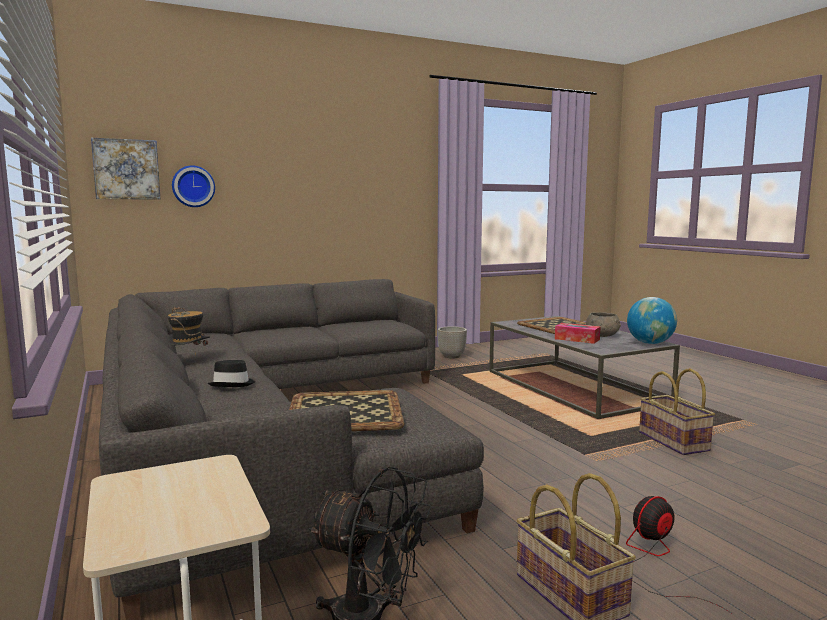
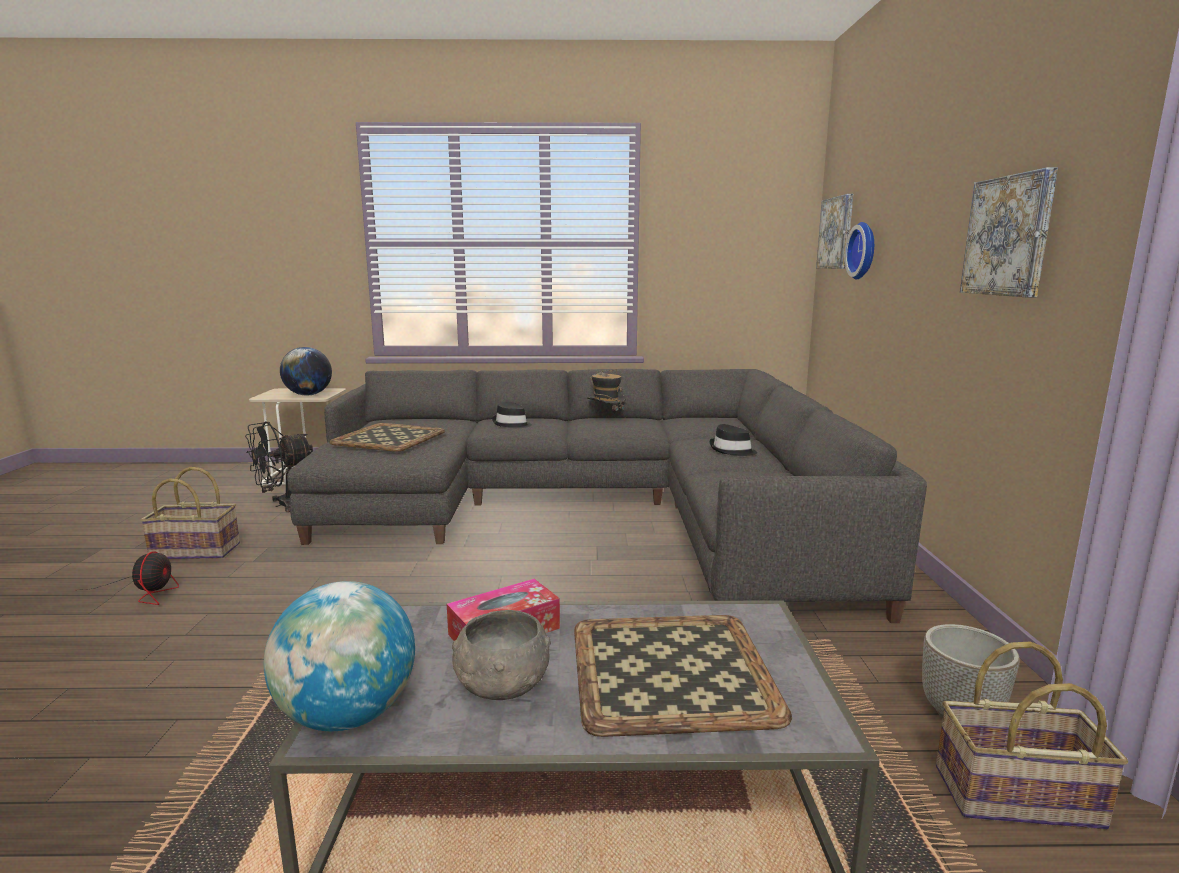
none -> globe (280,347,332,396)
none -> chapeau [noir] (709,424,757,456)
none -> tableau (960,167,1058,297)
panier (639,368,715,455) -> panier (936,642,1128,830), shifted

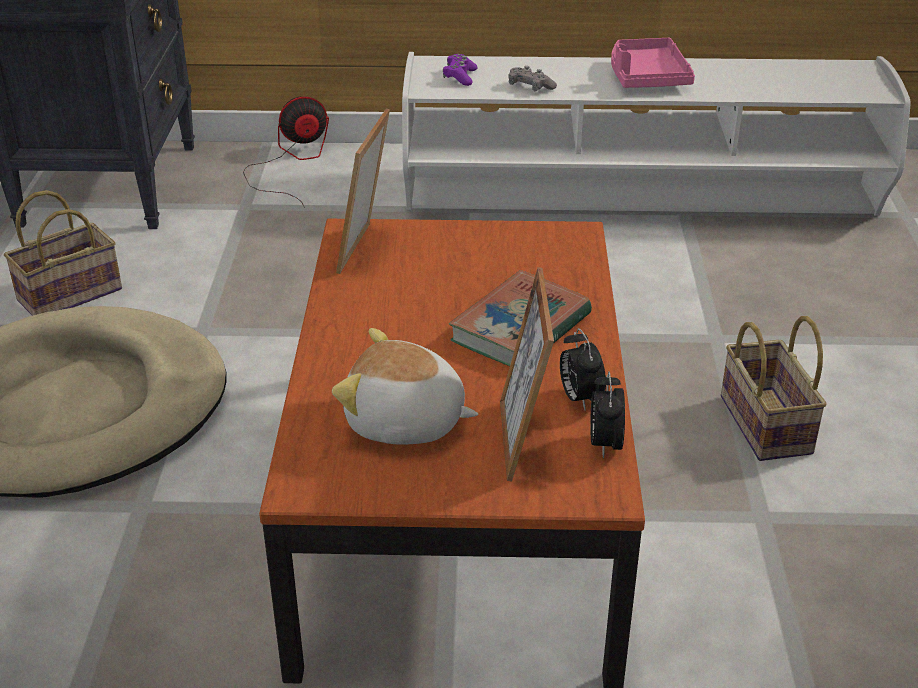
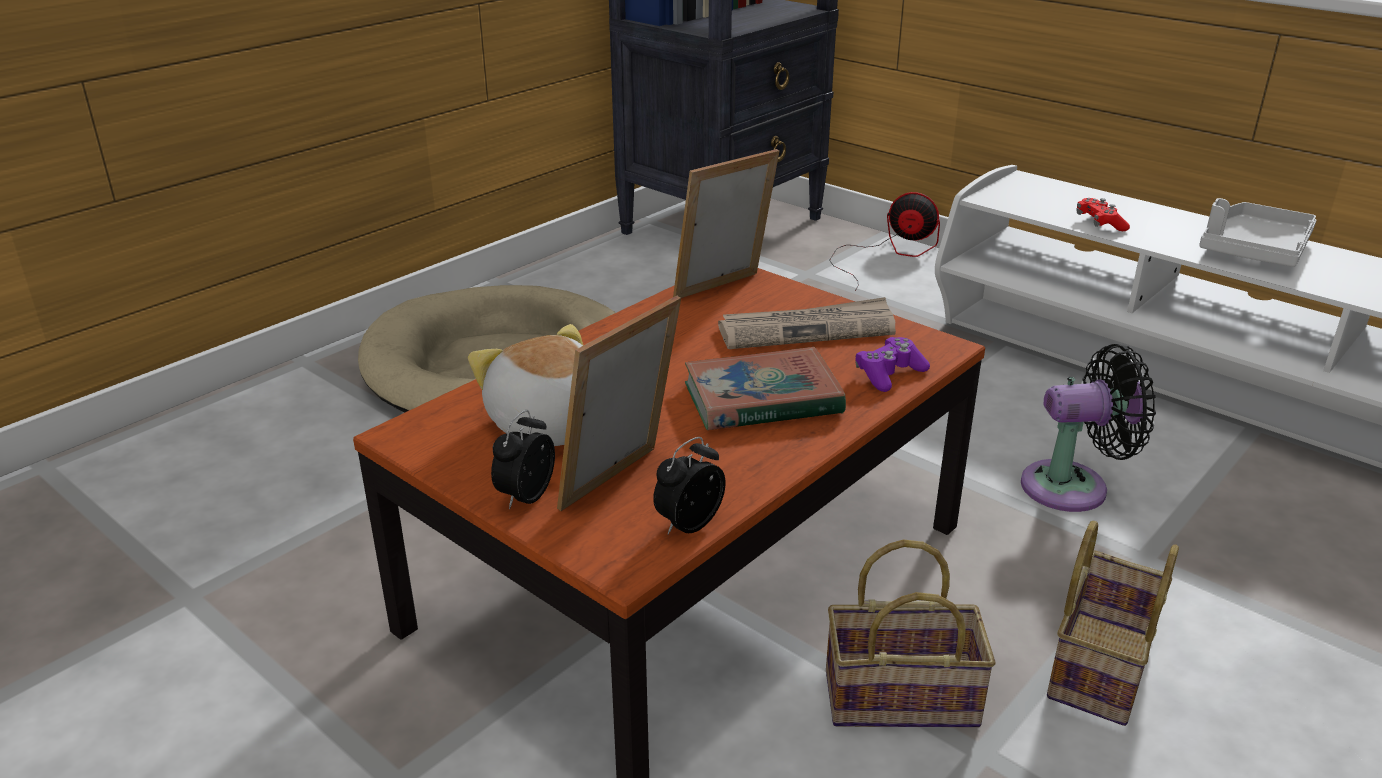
none -> journal (718,297,896,349)
none -> ventilateur [noir] (1021,344,1156,512)
panier (4,190,122,316) -> panier (826,539,996,727), shifted
manette [violet] (443,54,477,86) -> manette [violet] (856,337,930,392), shifted
réveil (560,328,606,411) -> réveil (491,410,555,509), shifted
manette [gris] (508,66,557,92) -> manette [rouge] (1077,198,1130,231)
plateau [rose] (611,38,695,88) -> plateau [gris] (1199,198,1317,267)

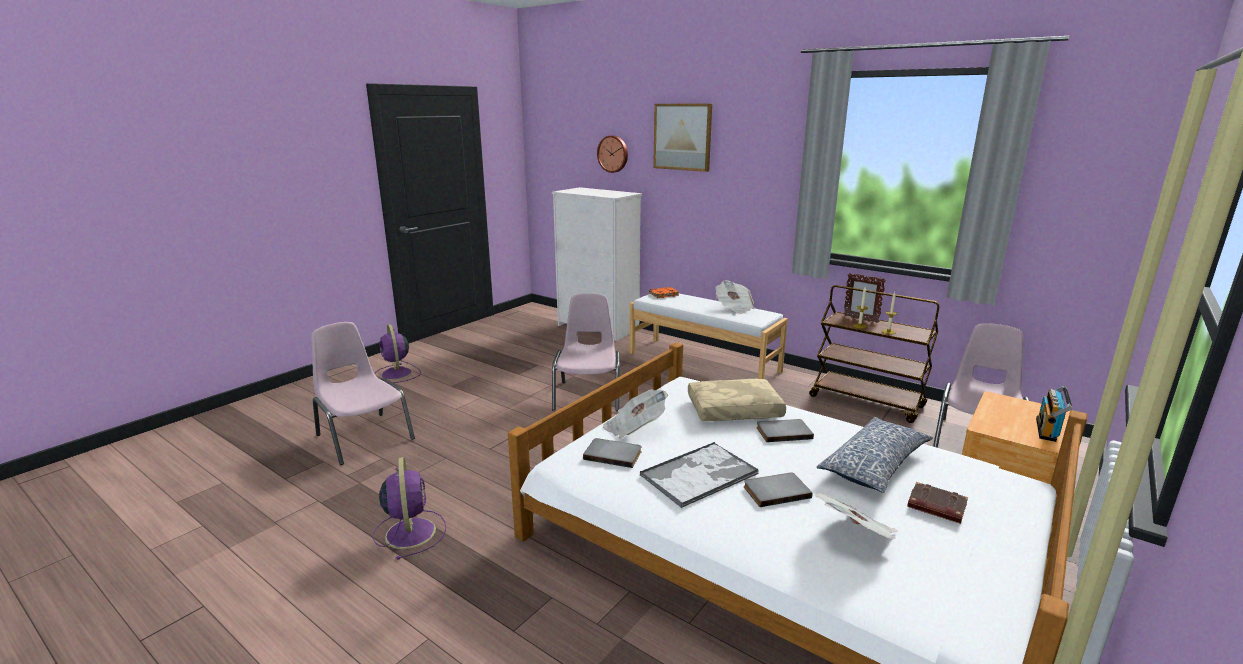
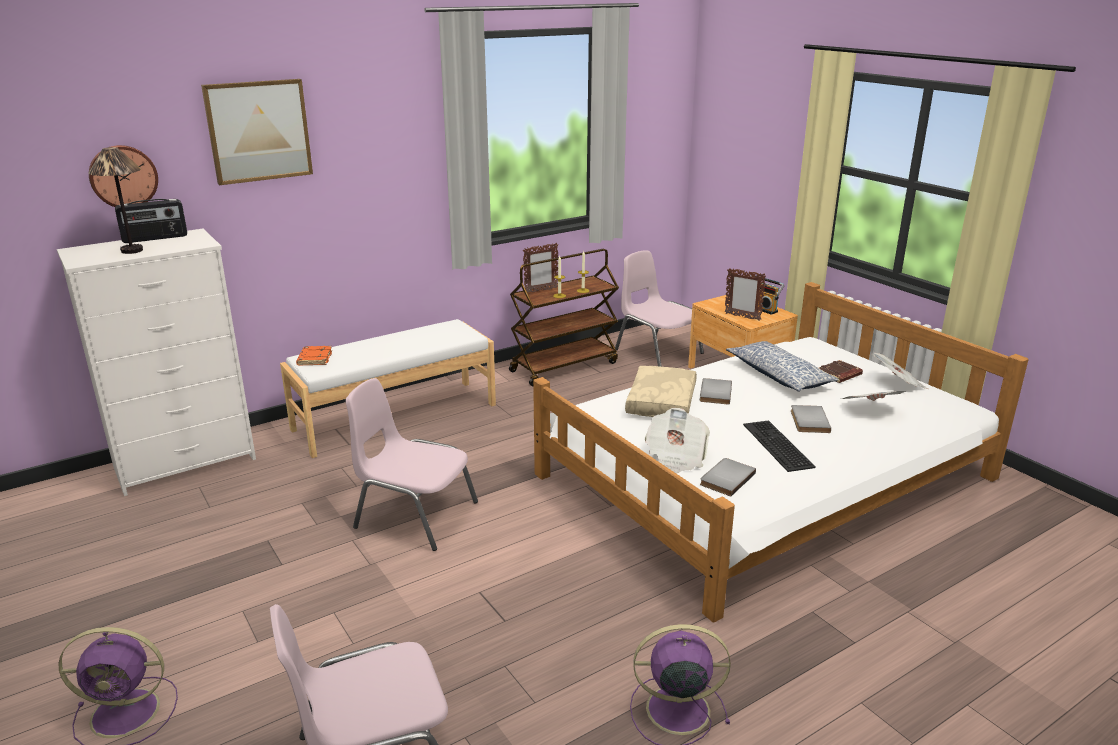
none -> lampe de table (88,147,143,254)
none -> radio (115,199,187,243)
none -> cadre photo (725,268,766,321)
journal (715,280,755,315) -> journal (872,353,929,389), shifted
plateau (640,442,758,508) -> clavier (743,420,816,472)

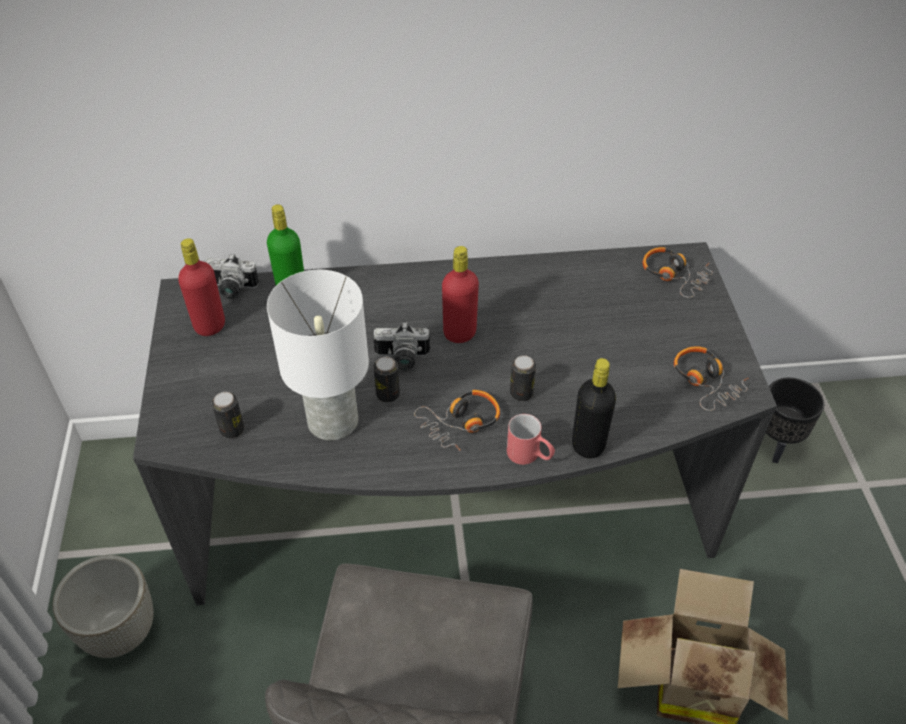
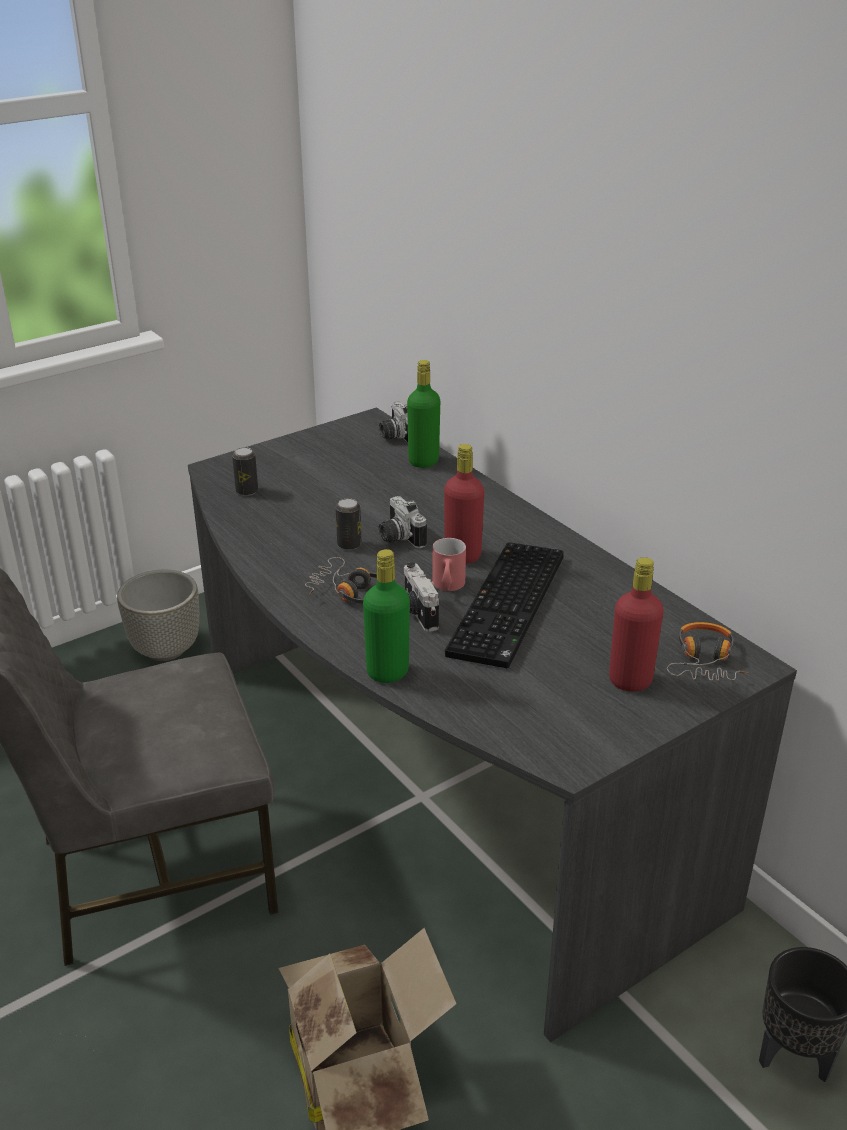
lampe de table [blanc] (267,270,369,441) -> none
casque audio (674,346,749,411) -> none
none -> clavier (445,542,564,668)
bouteille [rouge] (178,238,225,336) -> bouteille [rouge] (609,557,664,692), shifted
mug [rouge] (507,414,555,465) -> mug [rouge] (432,538,466,591), shifted
boîte métallique (510,355,536,401) -> appareil photo (404,562,439,632)
bouteille [noir] (572,358,616,458) -> bouteille [vert] (363,549,410,683)

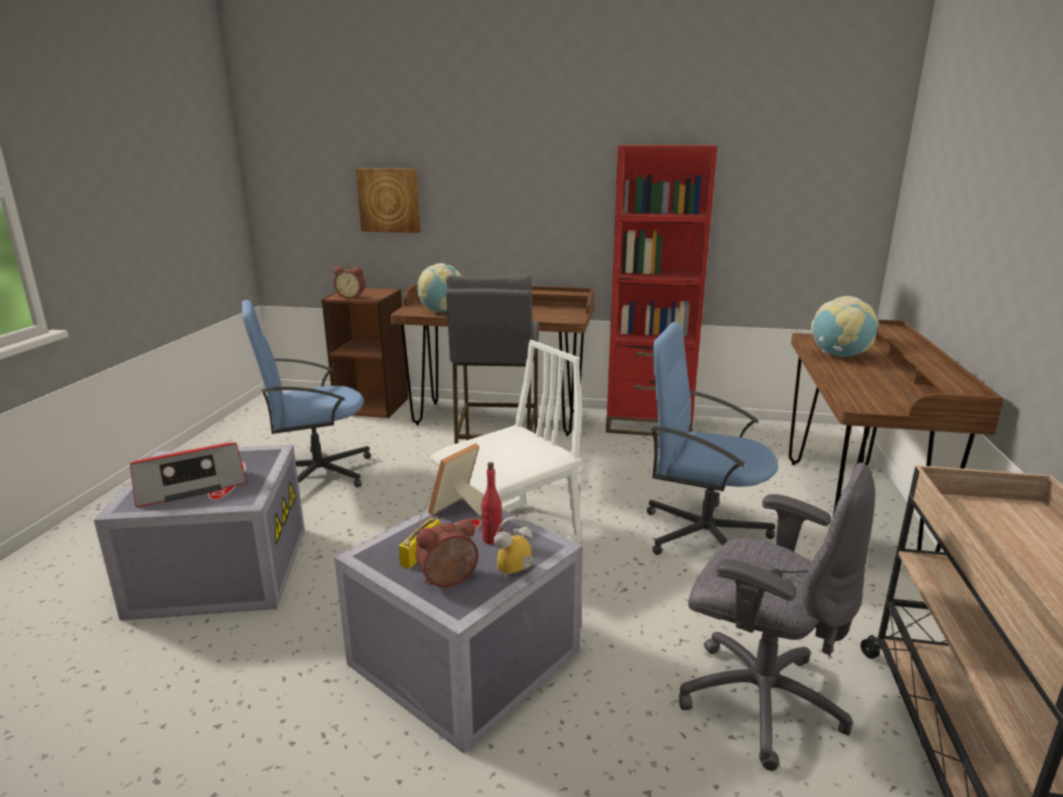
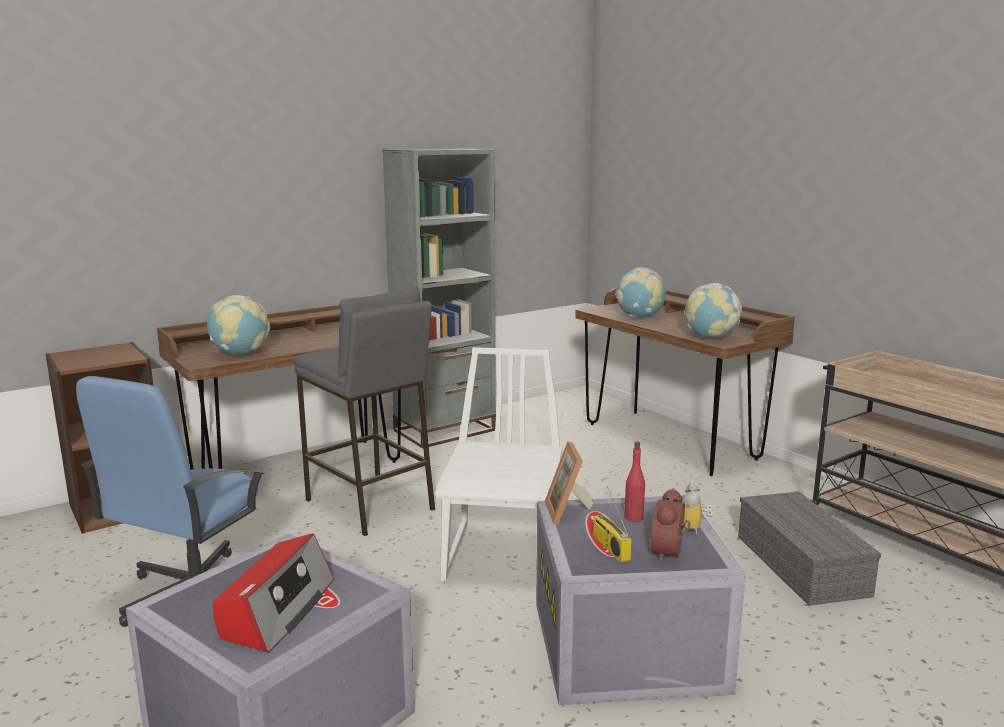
réveil (334,266,365,299) -> none
tableau (356,168,421,233) -> none
chaise de bureau [bleu] (647,322,778,555) -> none
none -> globe (685,283,742,339)
chaise de bureau [gris] (679,463,875,771) -> boîte de rangement [gris] (738,492,881,606)
bibliothèque [rouge] (606,145,717,436) -> bibliothèque [gris] (382,149,496,448)

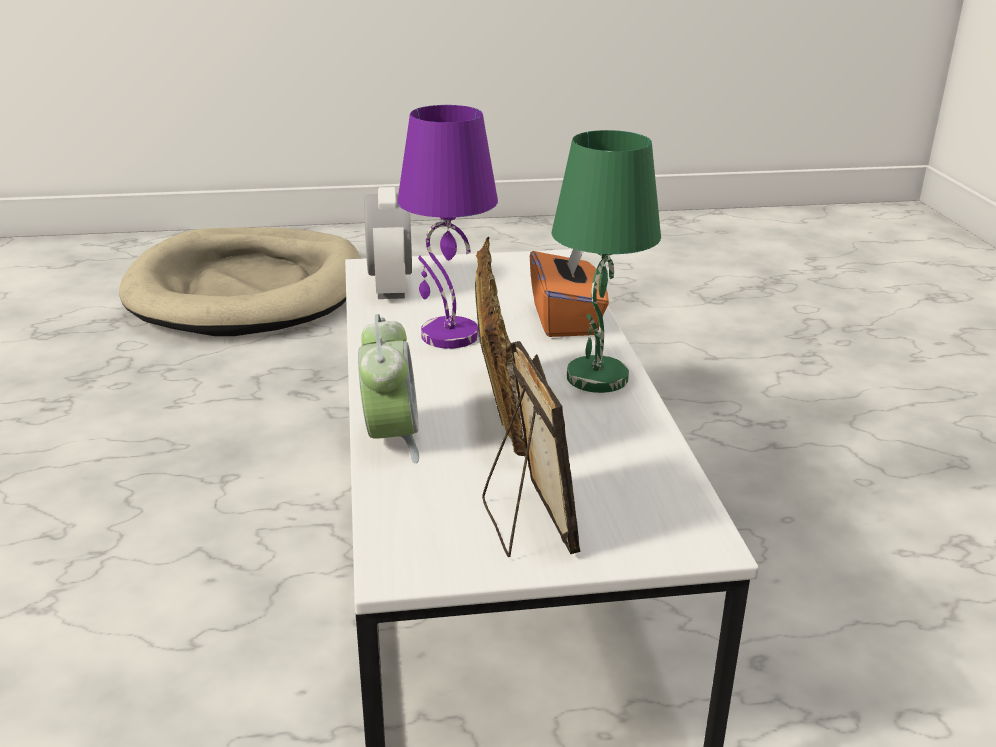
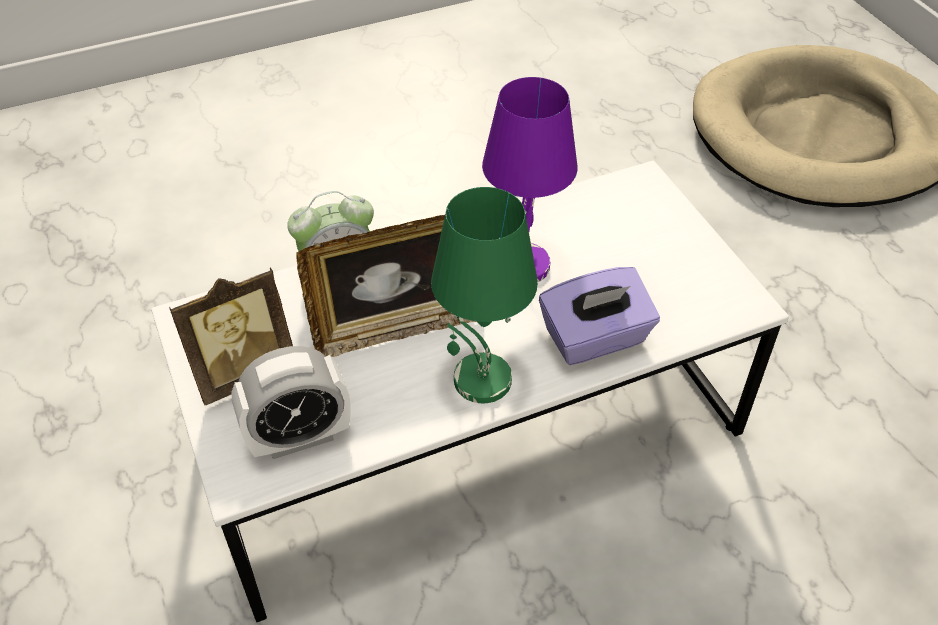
réveil (364,187,412,299) -> réveil (231,346,351,459), shifted
boîte à mouchoirs [orange] (530,249,609,337) -> boîte à mouchoirs [violet] (539,267,660,365)

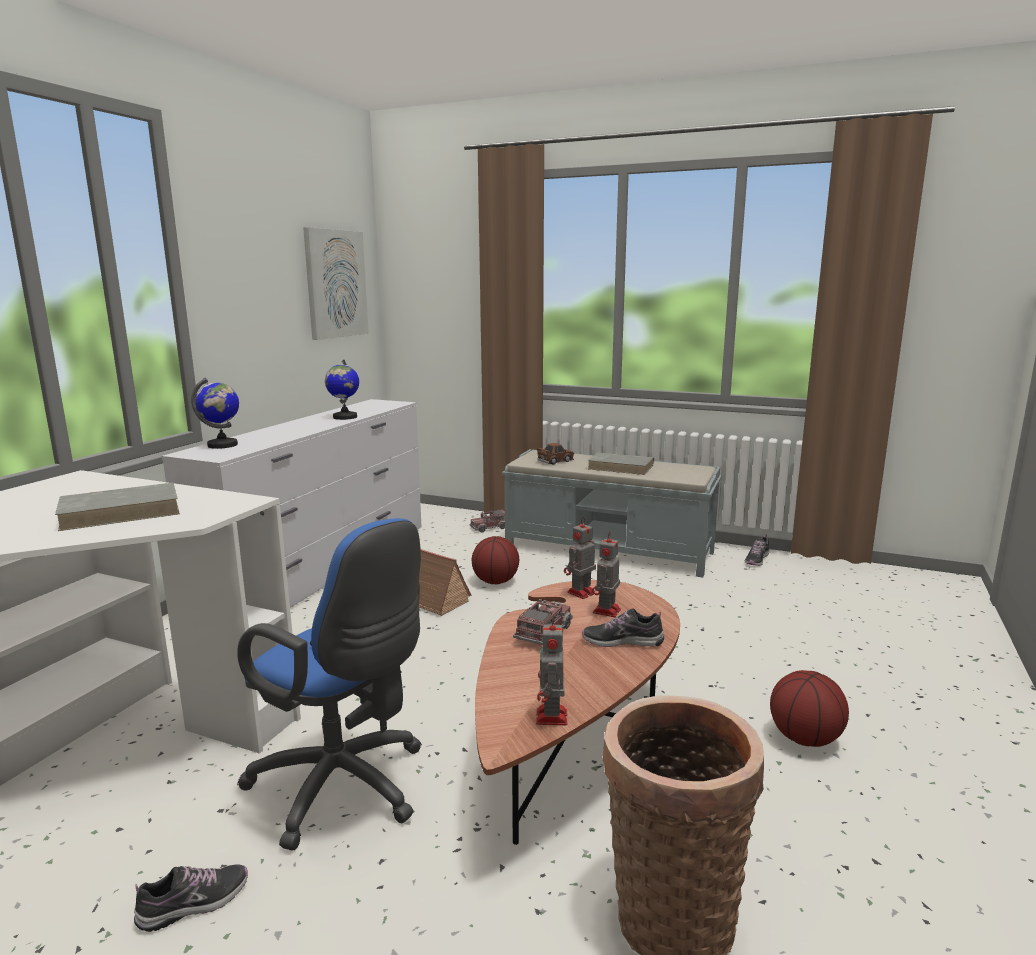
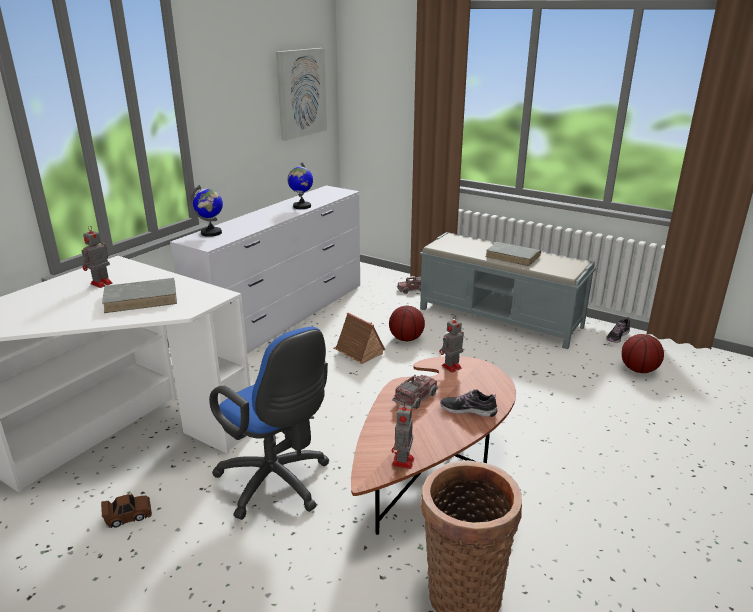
chaussure (134,864,248,932) -> none
petite voiture [marron] (537,443,574,464) -> petite voiture [marron] (101,494,152,528), shifted
robot jouet (592,531,621,617) -> robot jouet (82,225,112,288), shifted
ballon de basket (770,670,849,747) -> ballon de basket (621,334,664,373), shifted

